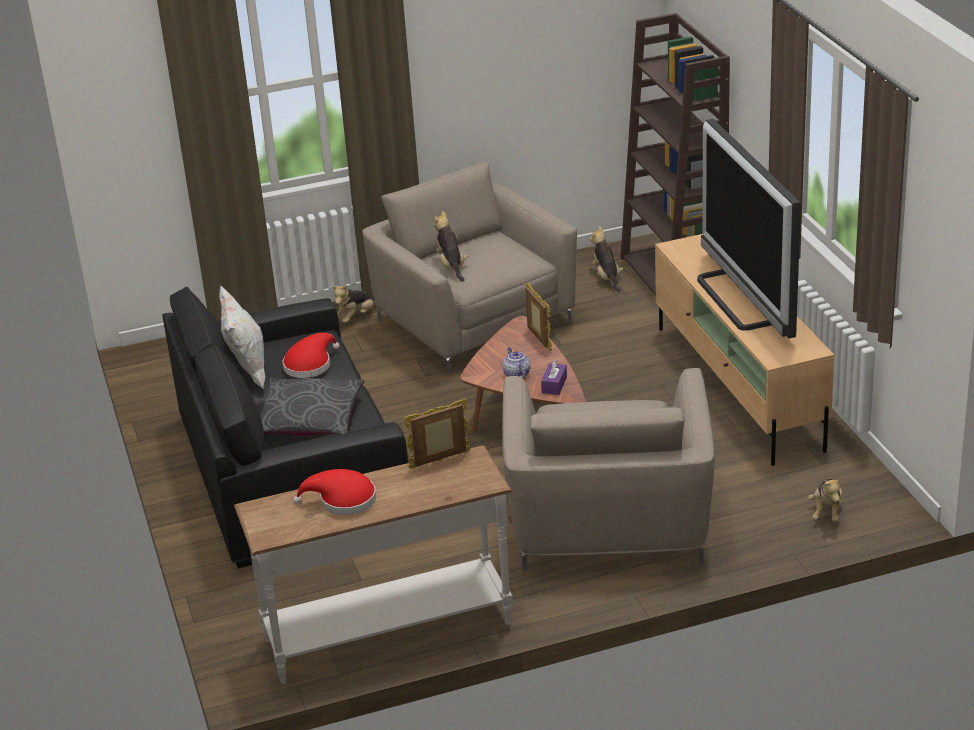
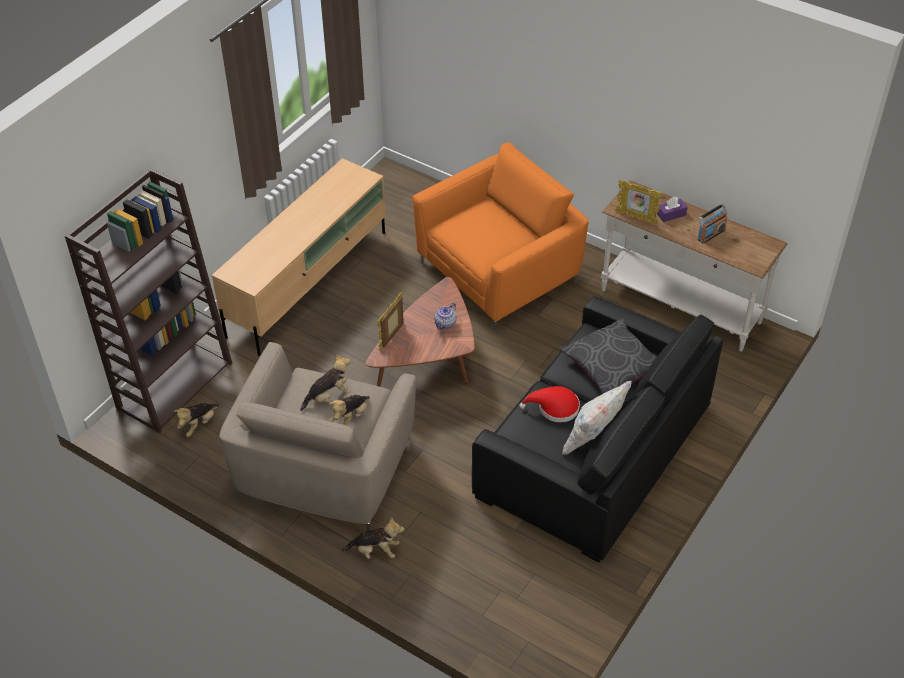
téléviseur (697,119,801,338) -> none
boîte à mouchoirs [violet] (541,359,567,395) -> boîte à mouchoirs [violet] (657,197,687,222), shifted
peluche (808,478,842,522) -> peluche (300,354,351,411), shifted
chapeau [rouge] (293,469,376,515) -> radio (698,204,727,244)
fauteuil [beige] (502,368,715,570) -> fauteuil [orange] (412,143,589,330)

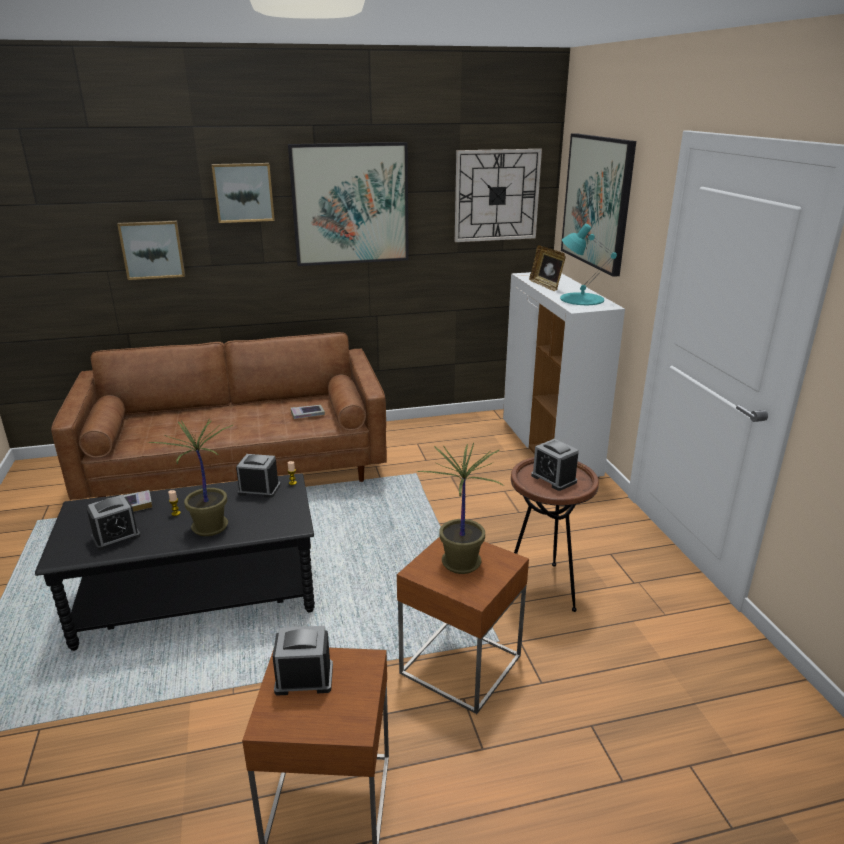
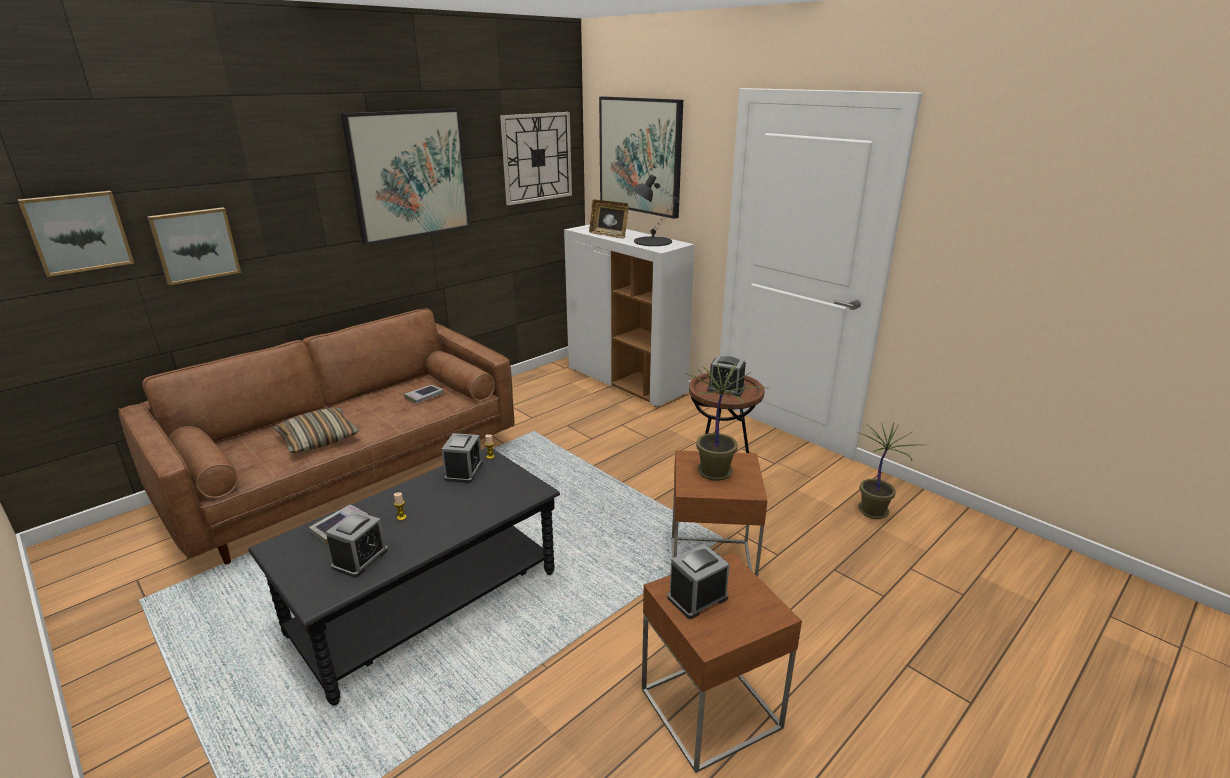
none -> coussin (274,408,359,453)
plante en pot (148,418,234,536) -> plante en pot (856,422,928,519), shifted
tableau (212,163,275,223) -> tableau (18,191,134,277), shifted
lampe de table [turquoise] (560,224,617,305) -> lampe de table [noir] (632,174,679,246)
réveil (236,454,281,498) -> réveil (442,433,483,483), 120 degrees clockwise

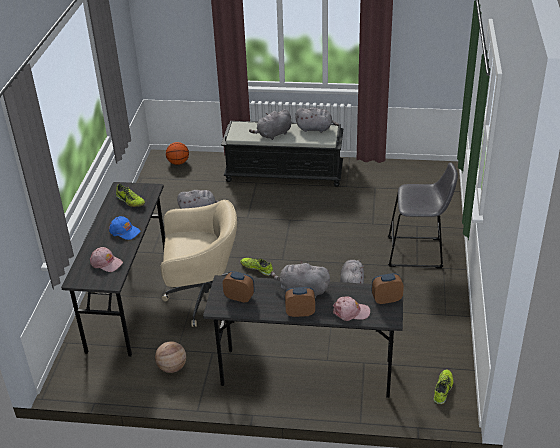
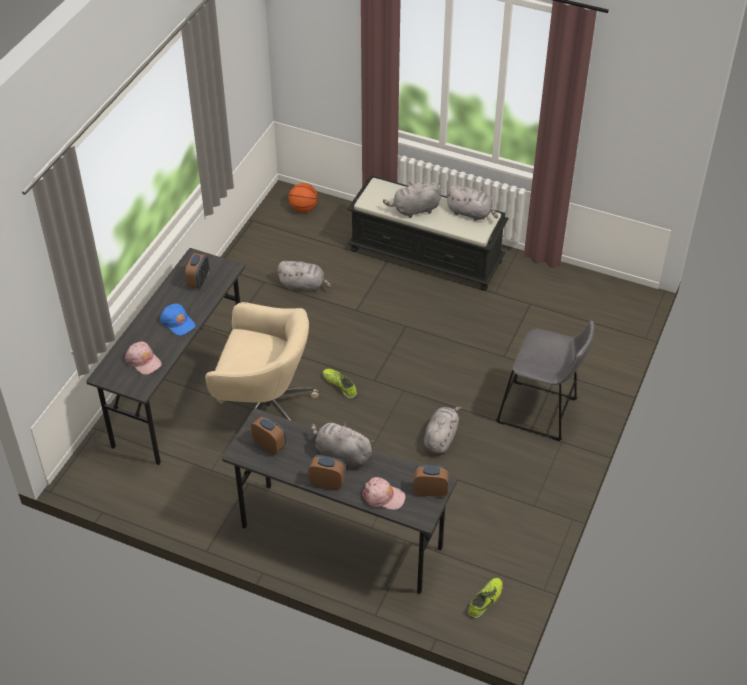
ballon de basket (155,341,186,373) -> none
chaussure (116,184,145,207) -> réveil (185,253,210,289)

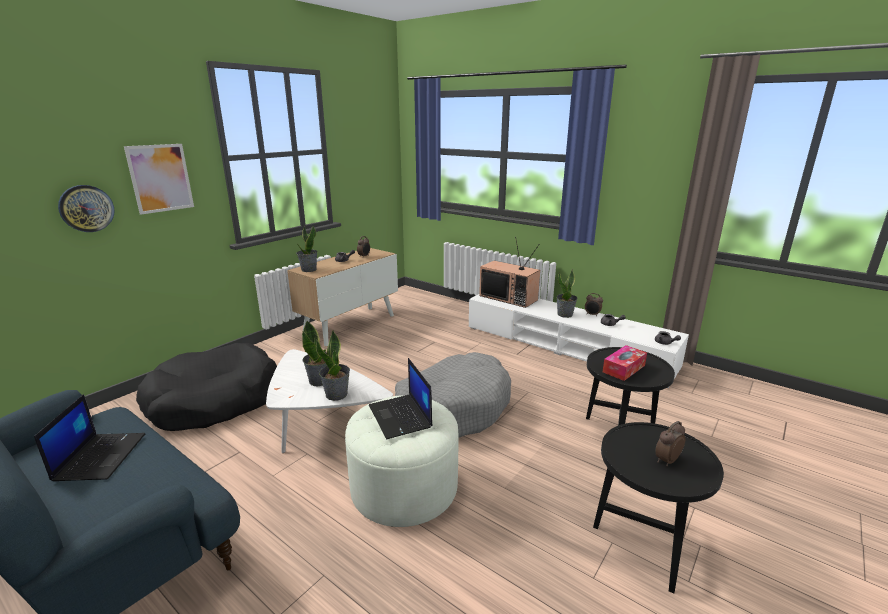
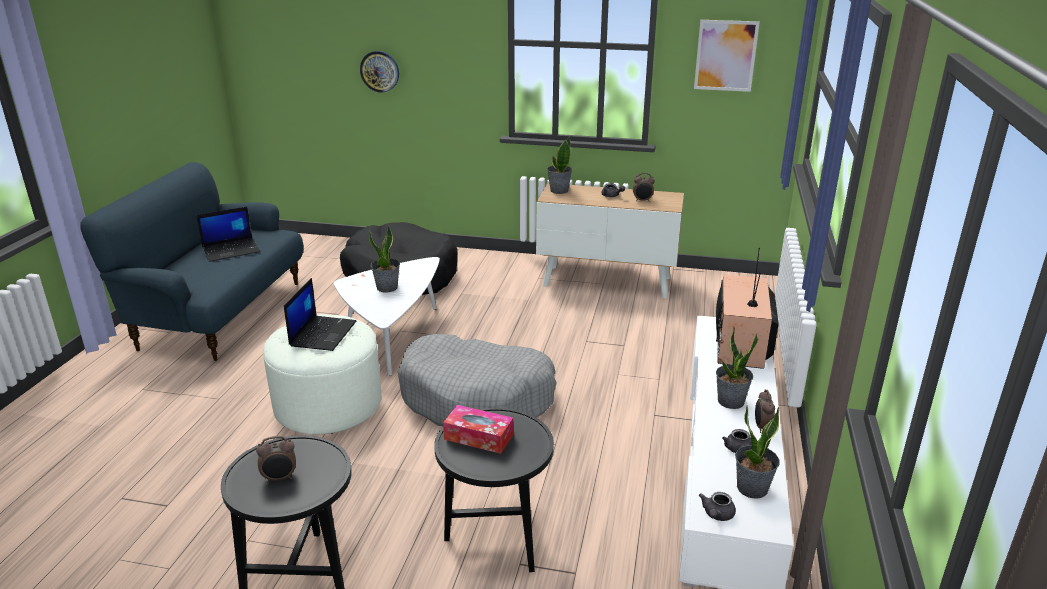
tableau (124,144,194,215) -> tableau (694,20,760,92), shifted
plante en pot (316,330,350,401) -> plante en pot (735,406,780,499), shifted
ordinateur portable (369,358,432,439) -> ordinateur portable (284,278,357,351), 150 degrees clockwise
réveil (655,421,685,466) -> réveil (256,436,296,483), 135 degrees clockwise

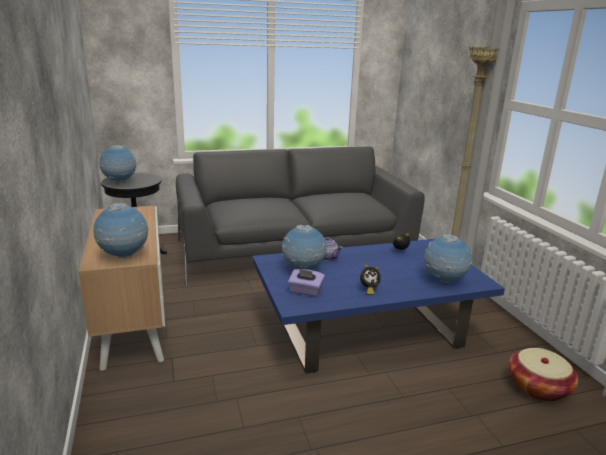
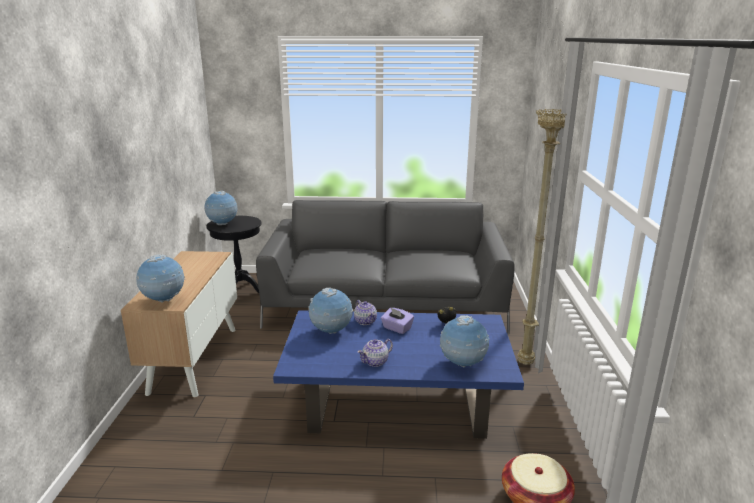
boîte à mouchoirs [violet] (288,269,325,297) -> boîte à mouchoirs [violet] (381,307,414,334), shifted
réveil (360,265,381,295) -> théière (357,339,393,367)

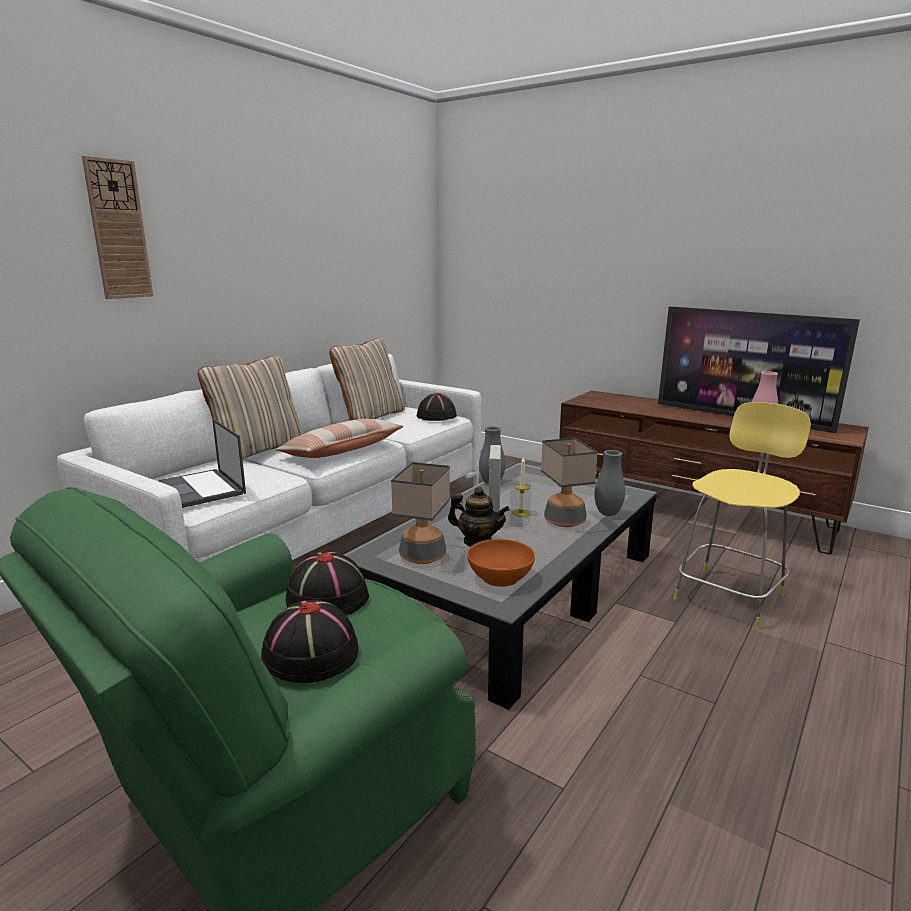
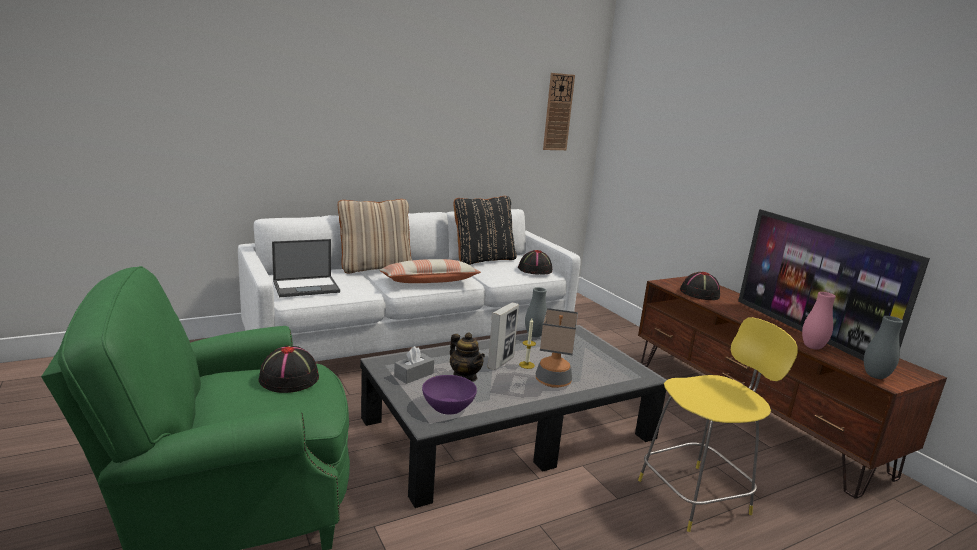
horloge murale (82,156,153,299) -> horloge murale (543,73,575,150), shifted
chapeau [noir] (261,600,358,683) -> chapeau [noir] (680,272,720,300), shifted
vase [gris] (594,450,625,516) -> vase [gris] (864,316,903,379), shifted
lampe de table (391,462,450,564) -> boîte à mouchoirs [gris] (394,346,434,384)
coussin [beige] (329,338,405,421) -> coussin [noir] (454,196,517,265)
bol [orange] (467,539,535,587) -> bol [violet] (422,375,477,415)
ordinateur portable (158,419,246,508) -> ordinateur portable (272,239,340,297), 105 degrees counterclockwise

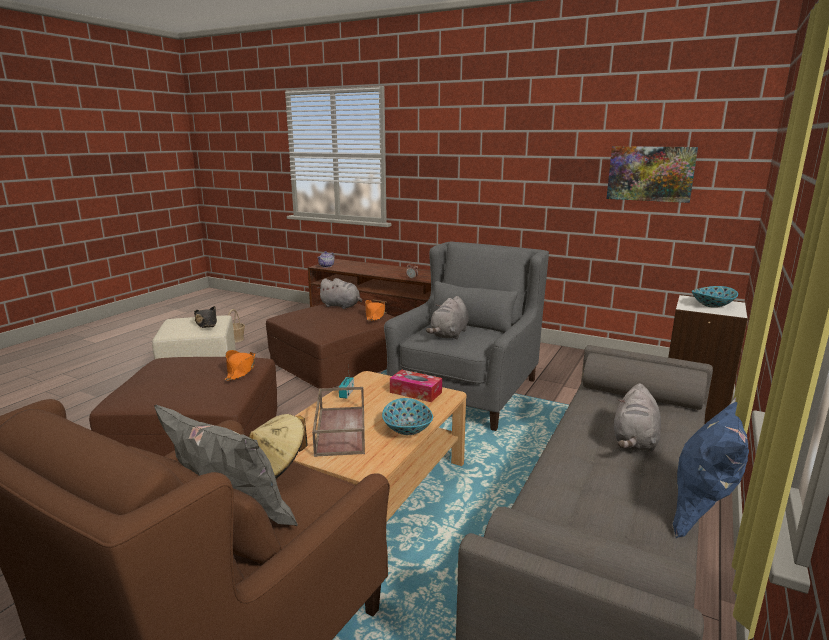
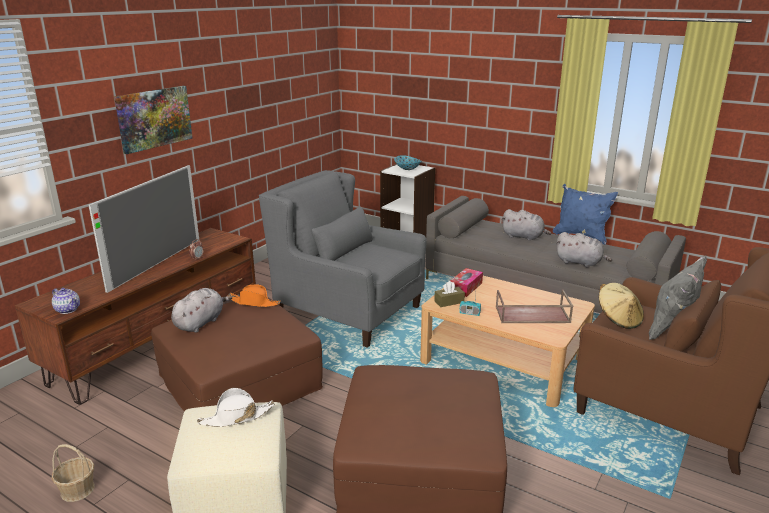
chapeau [orange] (224,350,255,381) -> none
bol (382,398,433,435) -> none
none -> téléviseur (88,165,199,293)
none -> boîte à mouchoirs [marron] (434,281,465,307)
peluche [gris] (426,296,469,340) -> peluche [gris] (556,232,612,267), shifted
tableau (606,146,698,203) -> tableau (114,86,192,154), shifted
chapeau [noir] (194,306,217,328) -> chapeau [blanc] (197,388,274,427)

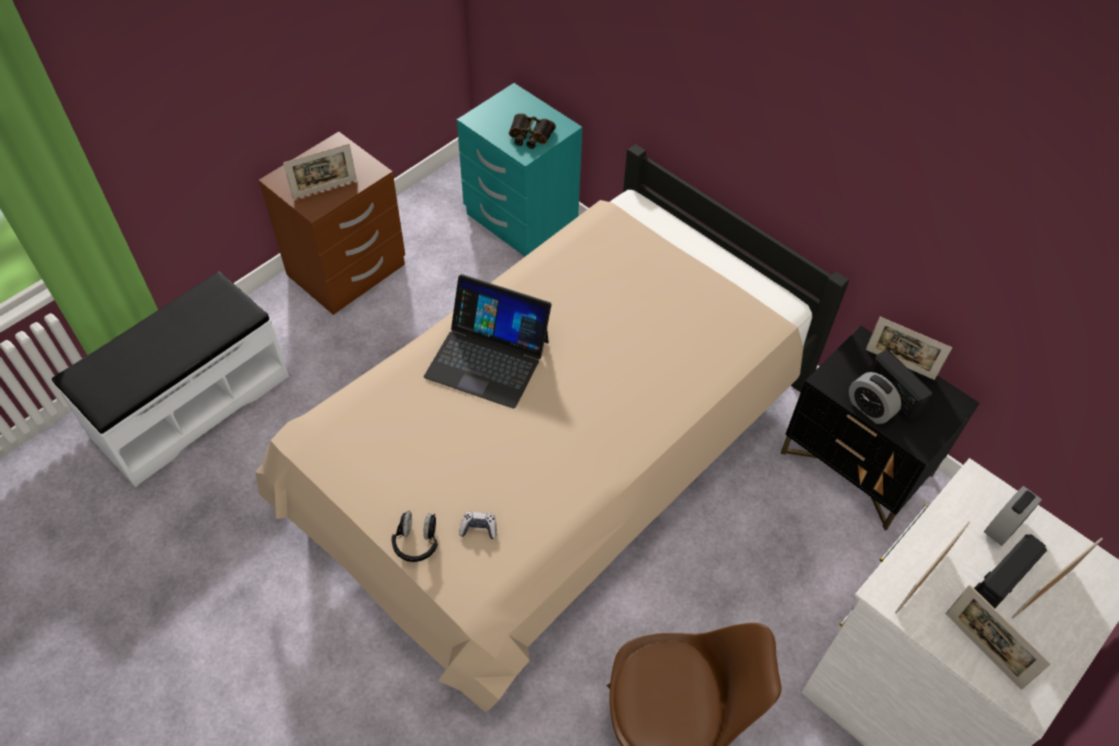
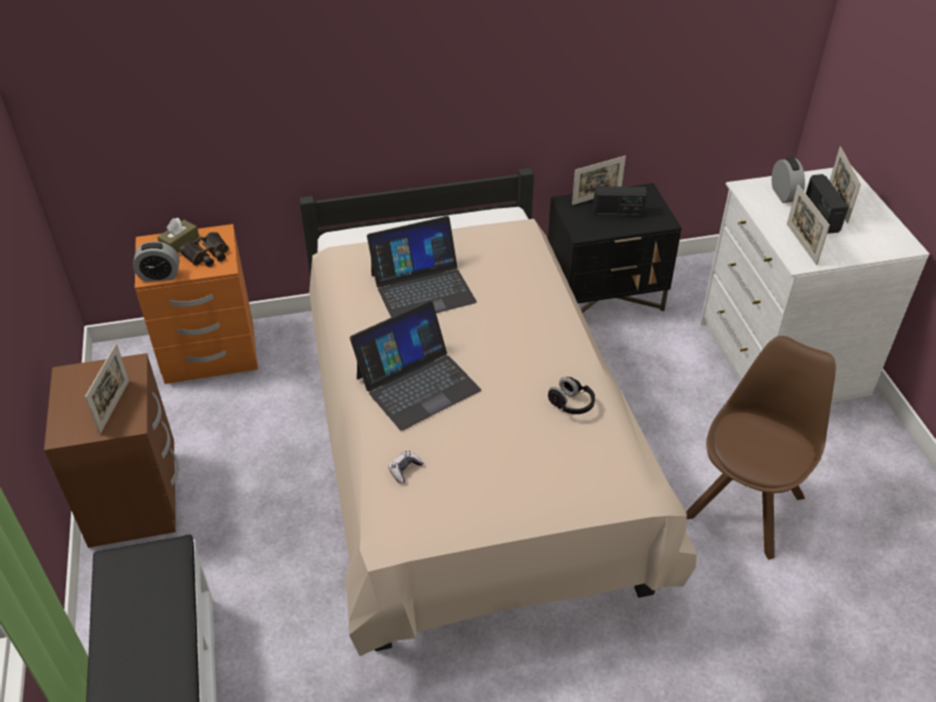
cadre photo (946,585,1051,690) -> none
none -> boîte à mouchoirs [marron] (157,218,199,253)
none -> ordinateur portable (367,216,477,317)
casque audio [noir] (391,511,438,562) -> casque audio [noir] (548,377,595,414), shifted
manette (459,512,497,539) -> manette (388,450,424,484), shifted
réveil (849,372,901,424) -> réveil (133,241,179,282), shifted
table de chevet [turquoise] (457,83,582,256) -> table de chevet [orange] (135,224,258,384)

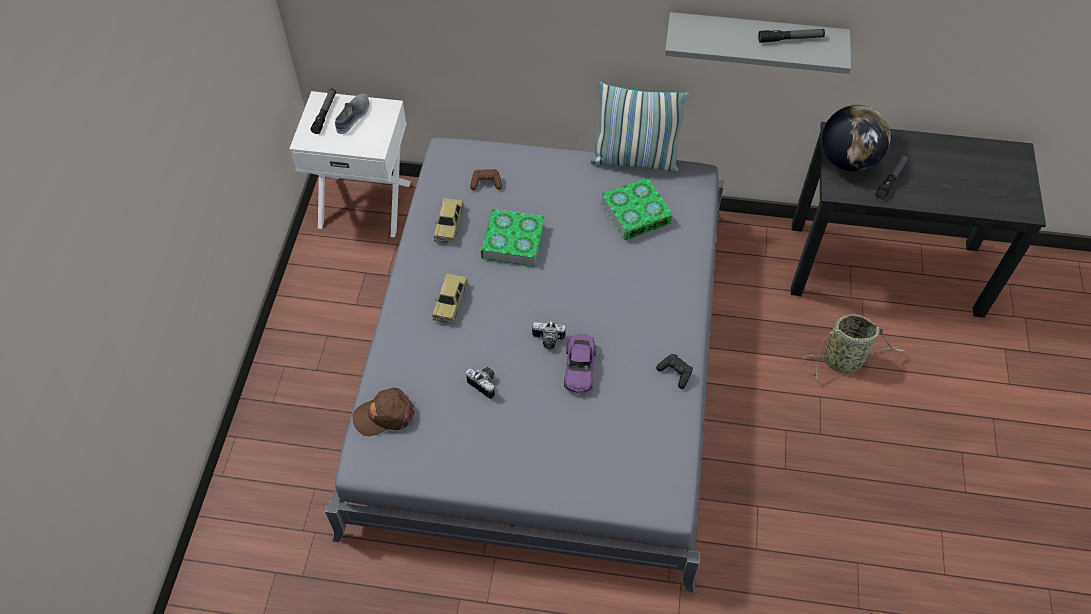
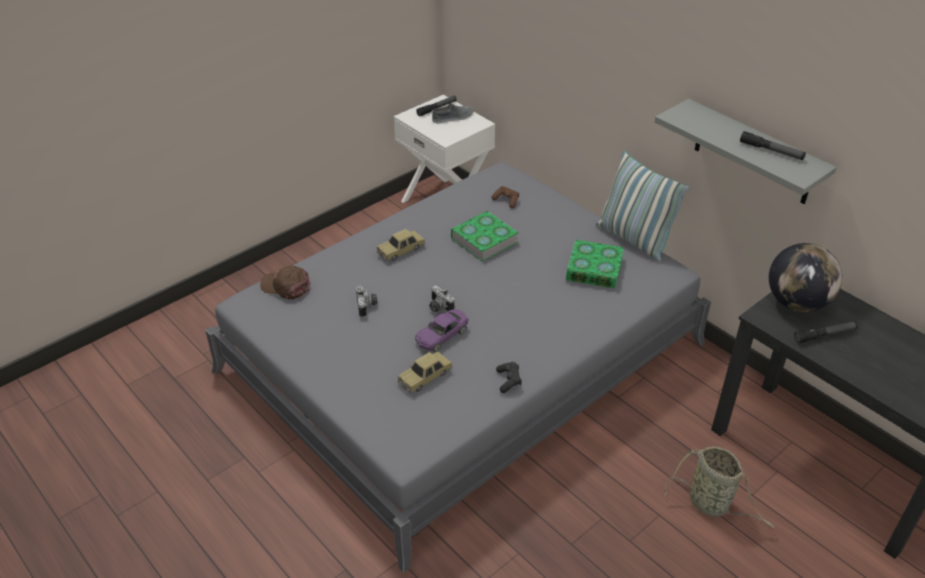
petite voiture (434,198,464,244) -> petite voiture (398,352,452,394), shifted

